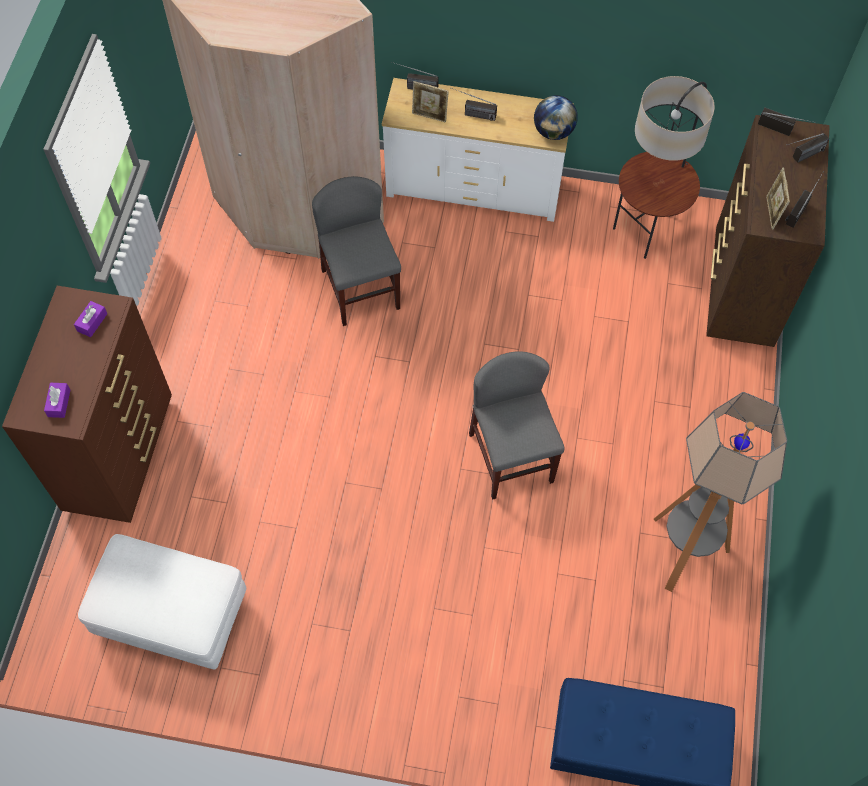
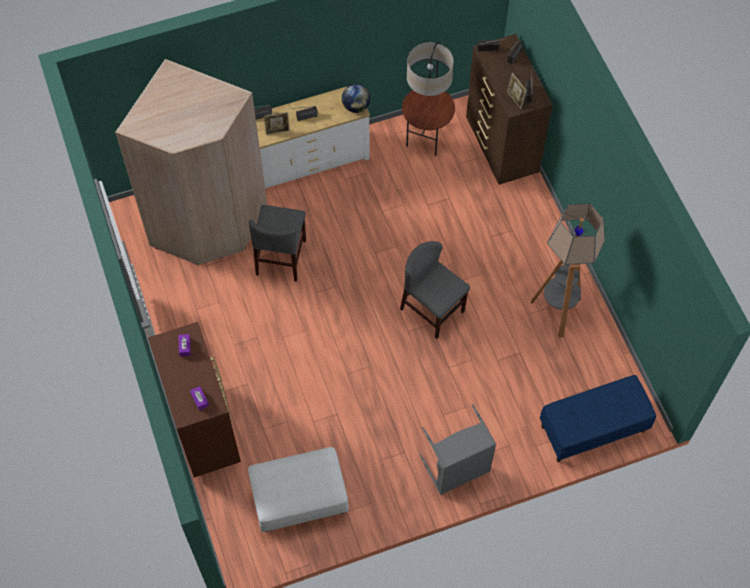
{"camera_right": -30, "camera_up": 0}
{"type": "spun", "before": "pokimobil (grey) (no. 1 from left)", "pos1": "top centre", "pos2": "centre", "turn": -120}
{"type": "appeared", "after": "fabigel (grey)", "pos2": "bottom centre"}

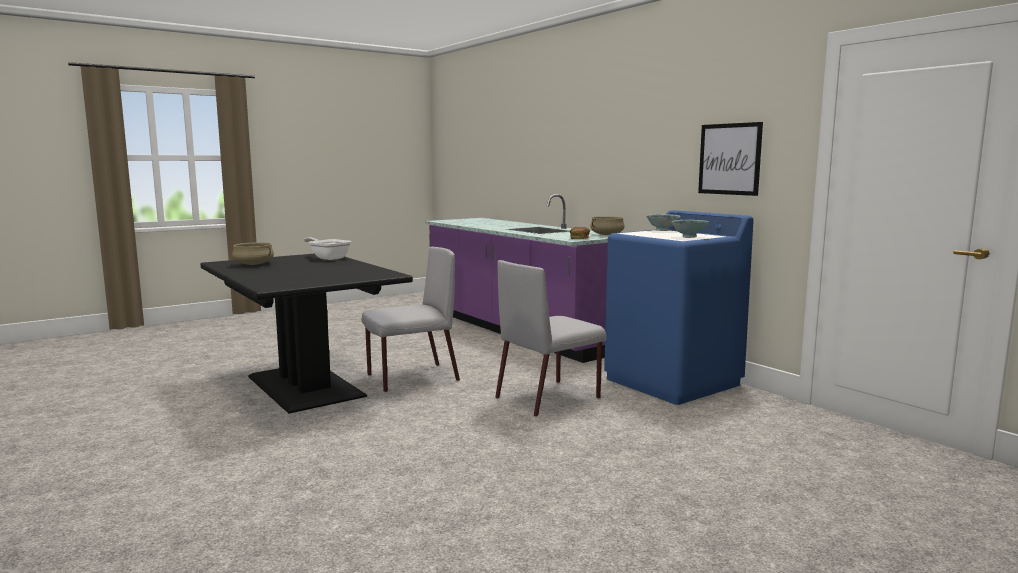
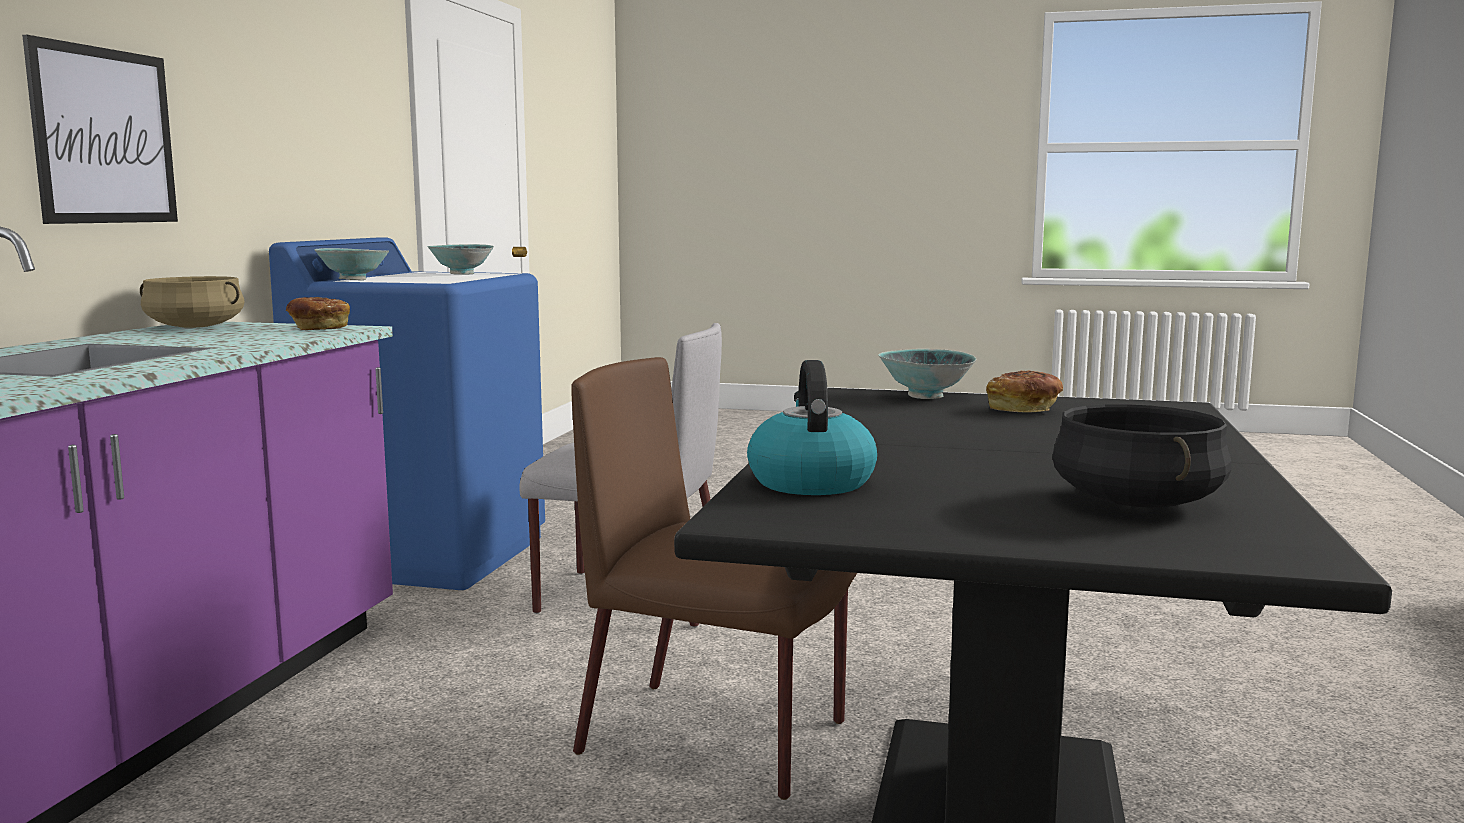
{"camera_right": -130, "camera_up": 0}
{"type": "relocated", "before": "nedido", "pos1": "top right", "pos2": "top left"}
{"type": "colour", "before": "pokimobil (grey) (no. 1 from left)", "after": "pokimobil (brown)", "pos1": "centre", "pos2": "bottom centre"}
{"type": "exchanged", "before": "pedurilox", "after": "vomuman", "pos1": "middle left", "pos2": "centre"}
{"type": "appeared", "after": "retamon (no. 3 from left)", "pos2": "centre"}
{"type": "appeared", "after": "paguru (no. 2 from left)", "pos2": "middle right"}
{"type": "colour", "before": "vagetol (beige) (no. 1 from left)", "after": "vagetol (black)", "pos1": "middle left", "pos2": "middle right"}

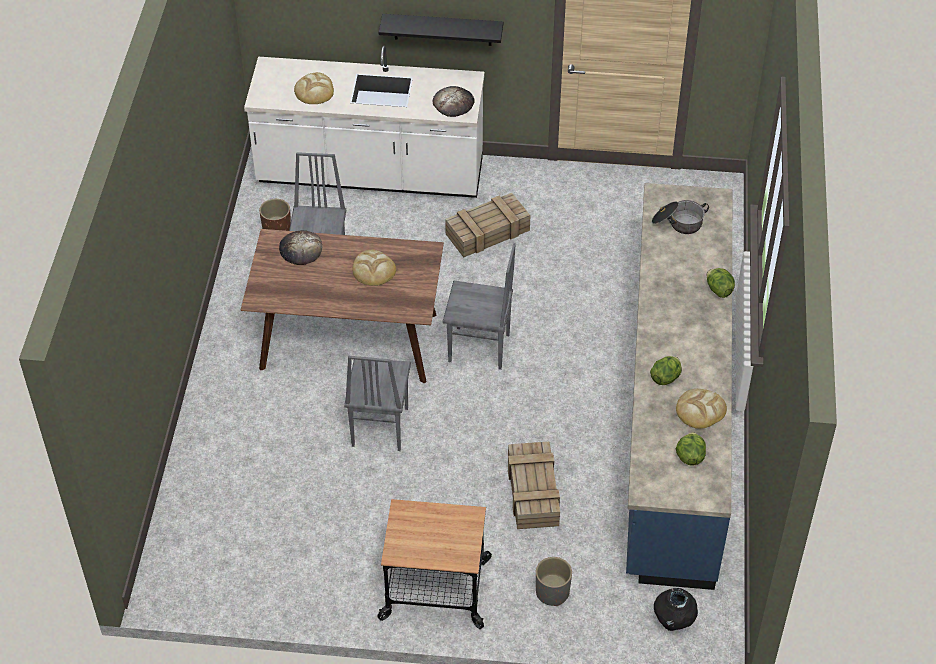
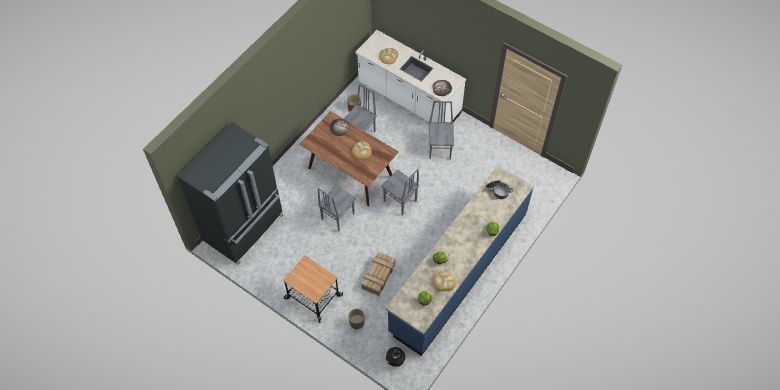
{"camera_right": 30, "camera_up": 10}
{"type": "appeared", "after": "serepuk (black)", "pos2": "middle left"}
{"type": "exchanged", "before": "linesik (no. 1 from left)", "after": "pokimobil (grey) (no. 4 from left)", "pos1": "centre", "pos2": "centre"}
{"type": "missing", "before": "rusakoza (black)", "pos1": "top centre"}

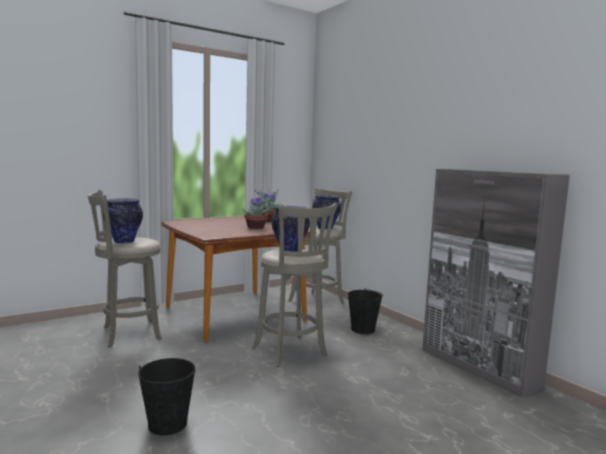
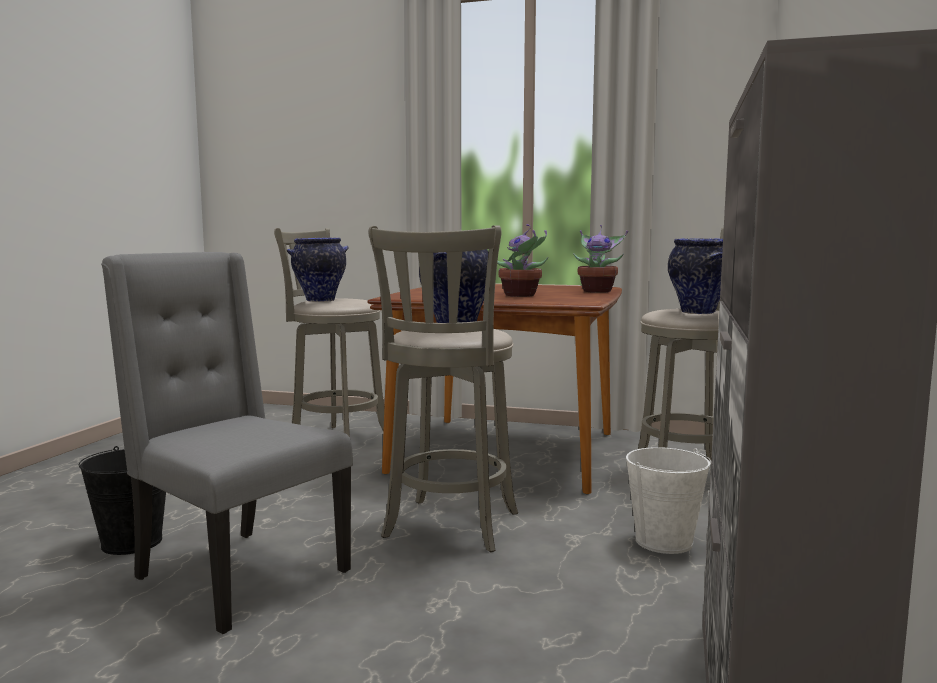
{"camera_right": 50, "camera_up": 0}
{"type": "appeared", "after": "pokimobil (grey)", "pos2": "middle left"}
{"type": "colour", "before": "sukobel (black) (no. 2 from left)", "after": "sukobel (white)", "pos1": "bottom centre", "pos2": "bottom right"}

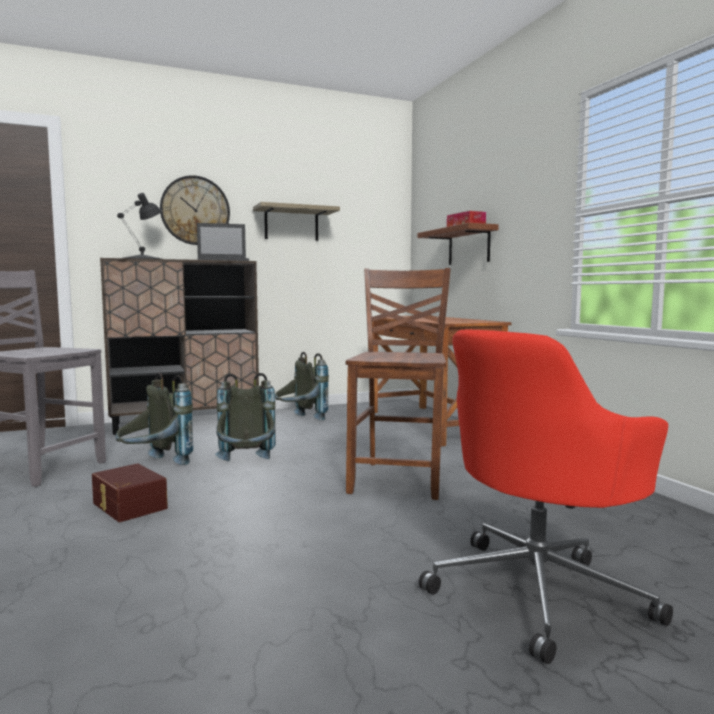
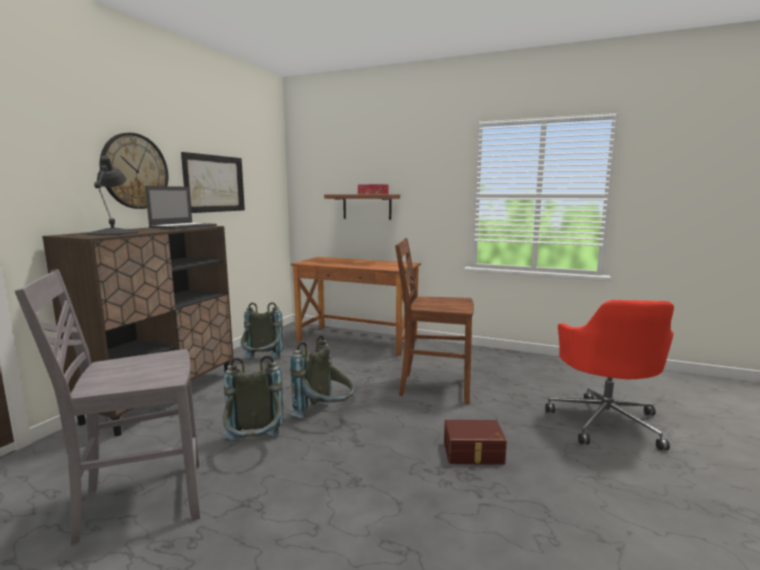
{"camera_right": -45, "camera_up": 5}
{"type": "exchanged", "before": "rusakoza (no. 1 from left)", "after": "nedido", "pos1": "top centre", "pos2": "top left"}
{"type": "spun", "before": "pokimobil (brown)", "pos1": "centre", "pos2": "centre", "turn": -45}
{"type": "relocated", "before": "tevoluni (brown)", "pos1": "bottom left", "pos2": "bottom centre"}

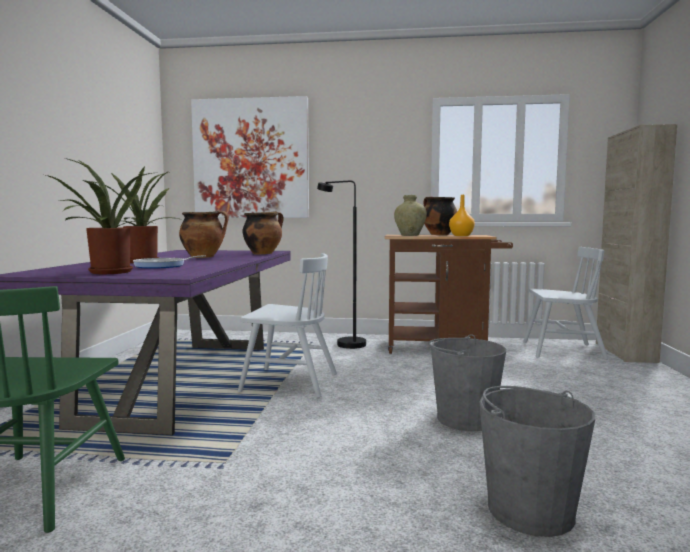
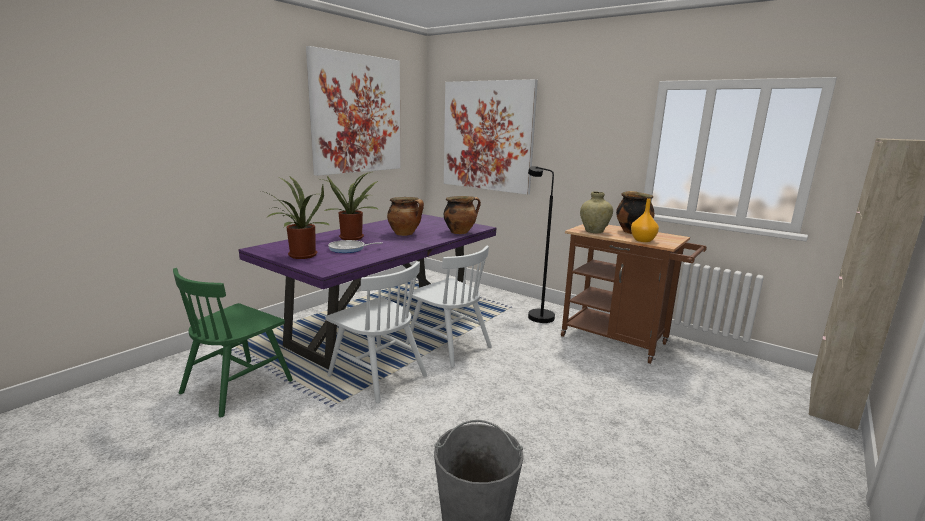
{"camera_right": 30, "camera_up": 10}
{"type": "appeared", "after": "nedido (no. 1 from left)", "pos2": "top centre"}
{"type": "relocated", "before": "pokimobil (white) (no. 2 from left in the first image)", "after": "pokimobil (white) (no. 1 from left)", "pos1": "middle right", "pos2": "centre"}
{"type": "missing", "before": "sukobel (grey) (no. 1 from left)", "pos1": "bottom right"}

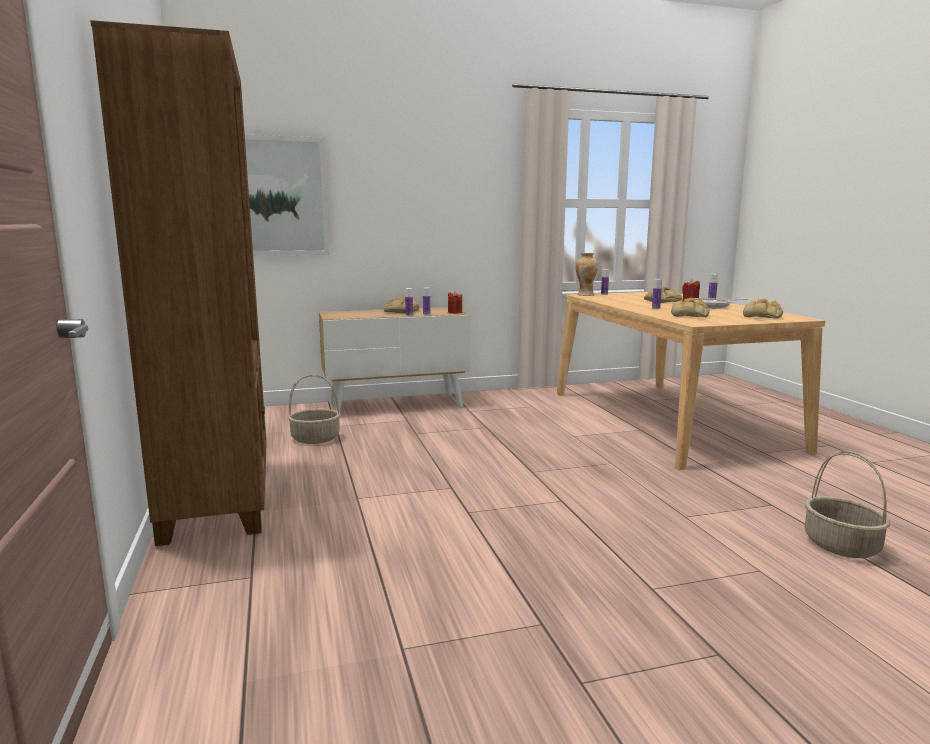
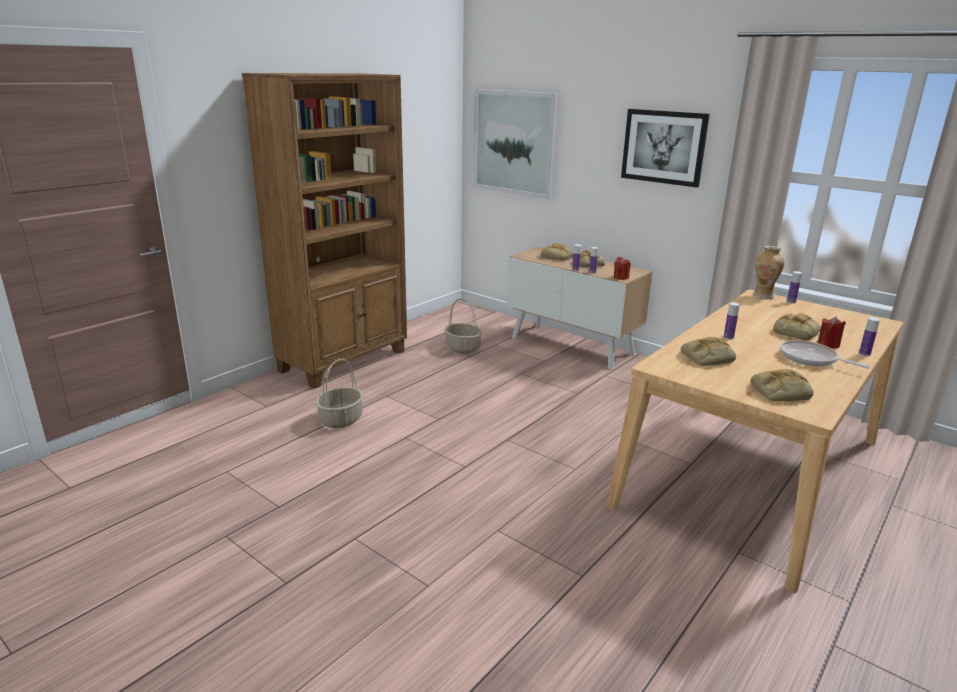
{"camera_right": 55, "camera_up": 10}
{"type": "relocated", "before": "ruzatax (no. 2 from left in the first image)", "after": "ruzatax (no. 1 from left)", "pos1": "bottom right", "pos2": "centre"}
{"type": "appeared", "after": "paguru (no. 1 from left)", "pos2": "centre"}
{"type": "appeared", "after": "nedido (no. 2 from left)", "pos2": "top right"}

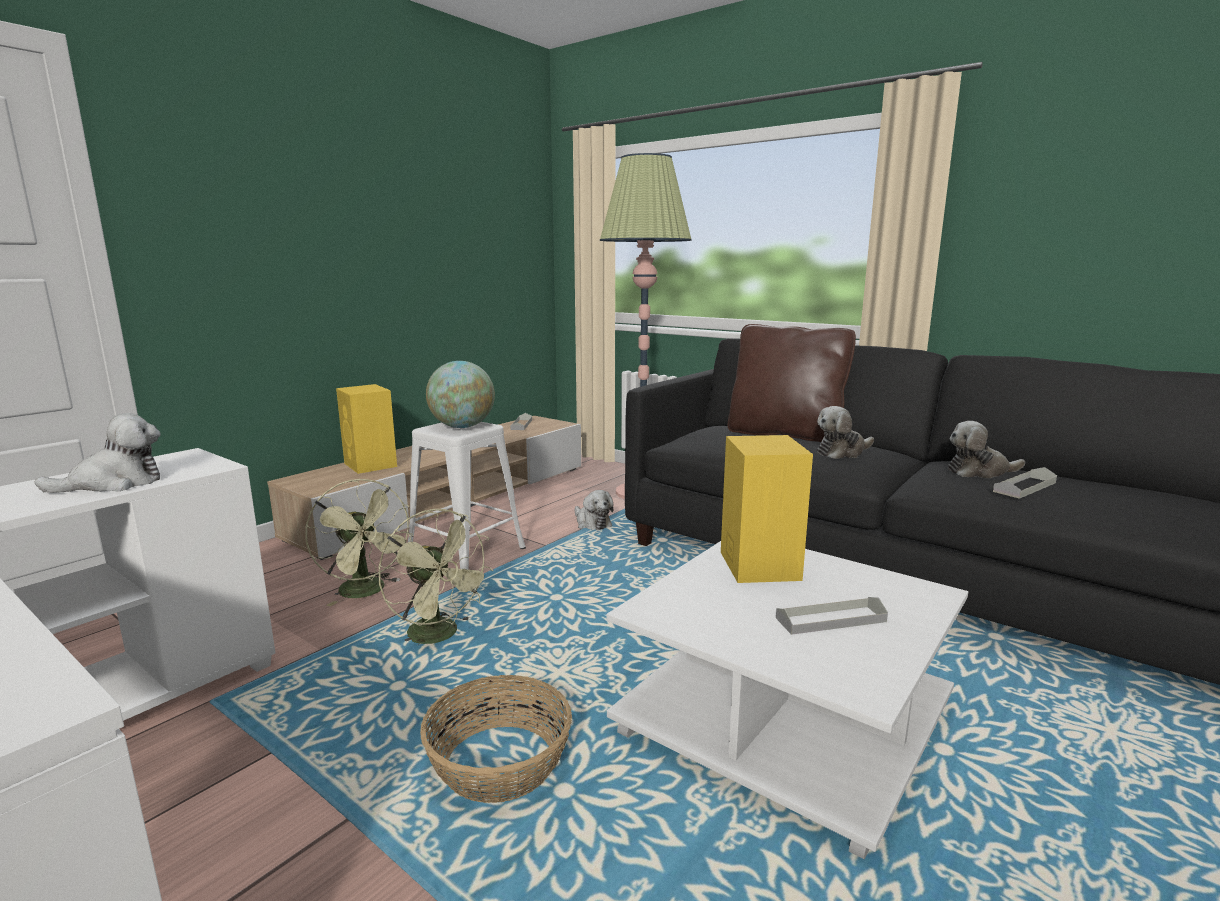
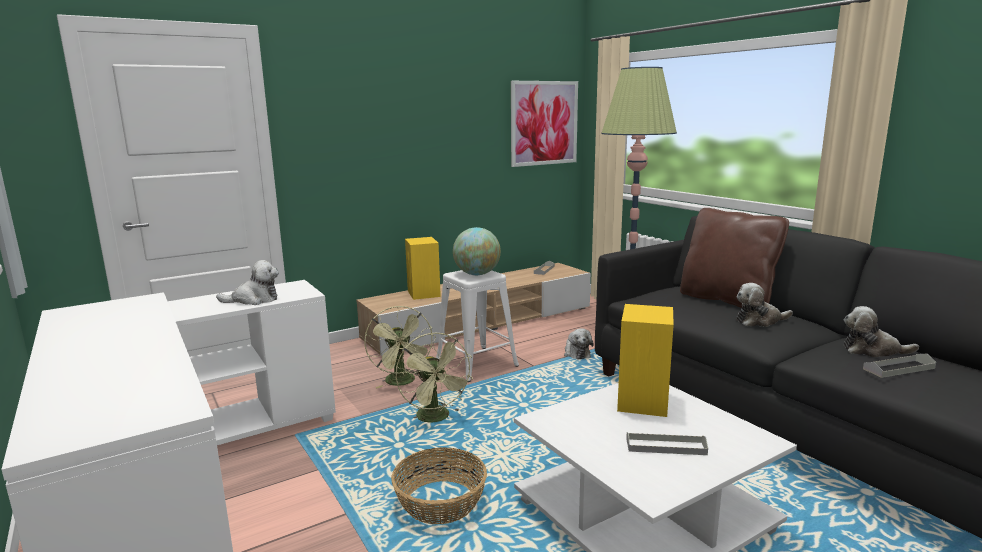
{"camera_right": 20, "camera_up": 0}
{"type": "appeared", "after": "nedido", "pos2": "top centre"}

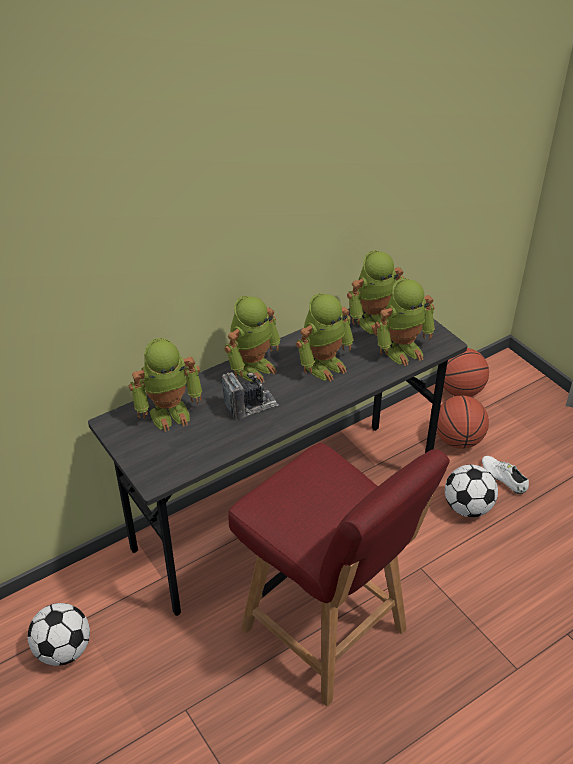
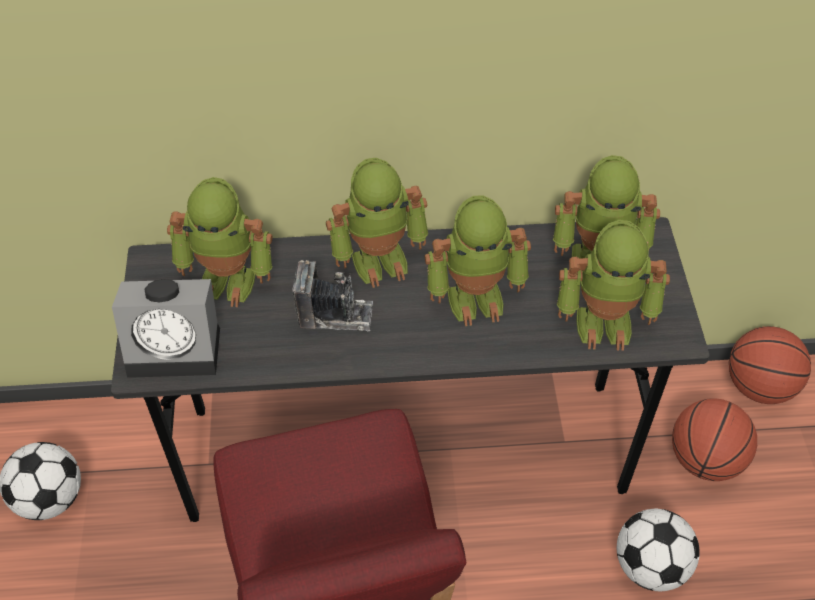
{"camera_right": 30, "camera_up": 10}
{"type": "appeared", "after": "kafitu", "pos2": "middle left"}
{"type": "missing", "before": "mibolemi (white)", "pos1": "middle right"}

